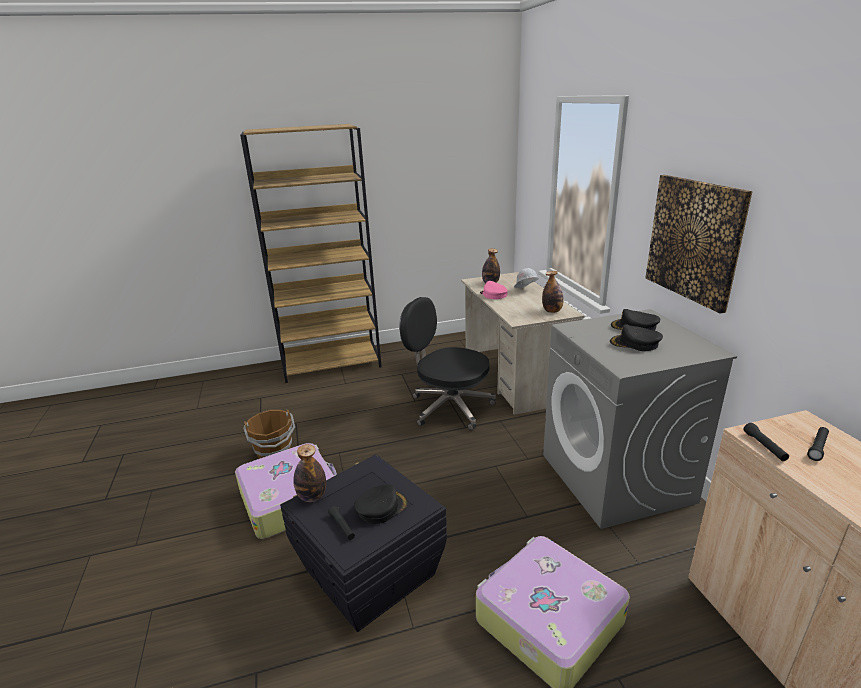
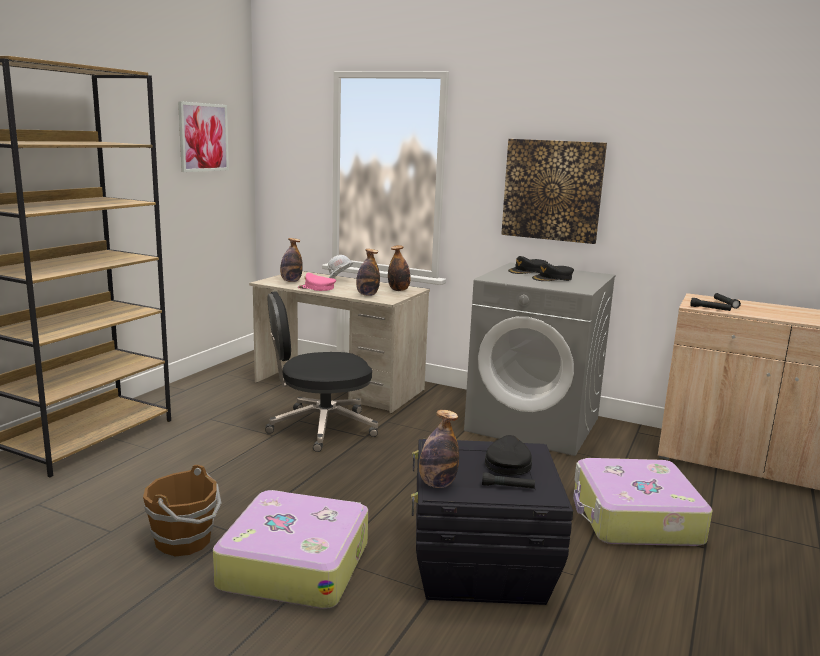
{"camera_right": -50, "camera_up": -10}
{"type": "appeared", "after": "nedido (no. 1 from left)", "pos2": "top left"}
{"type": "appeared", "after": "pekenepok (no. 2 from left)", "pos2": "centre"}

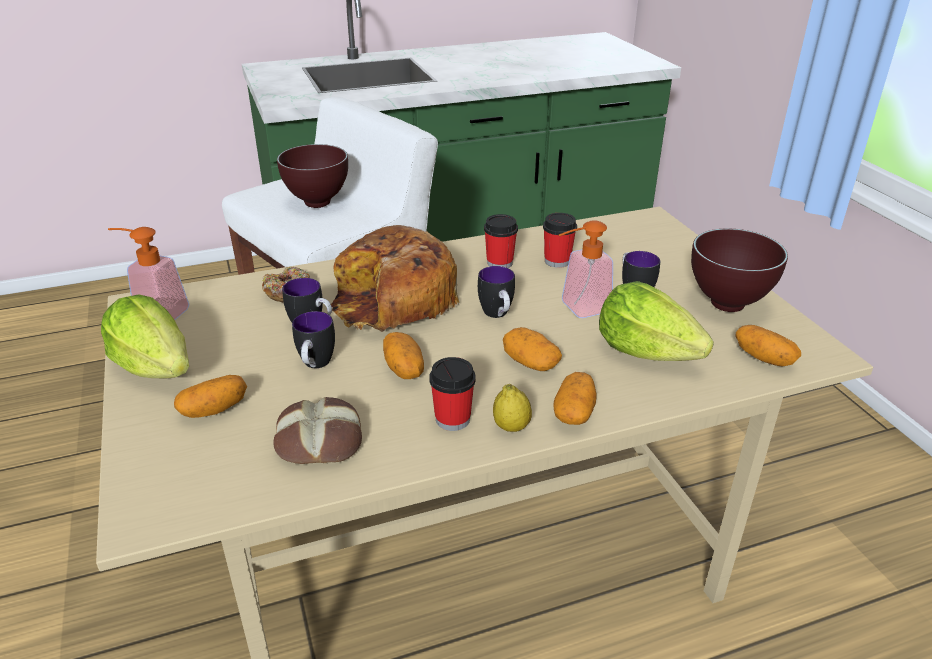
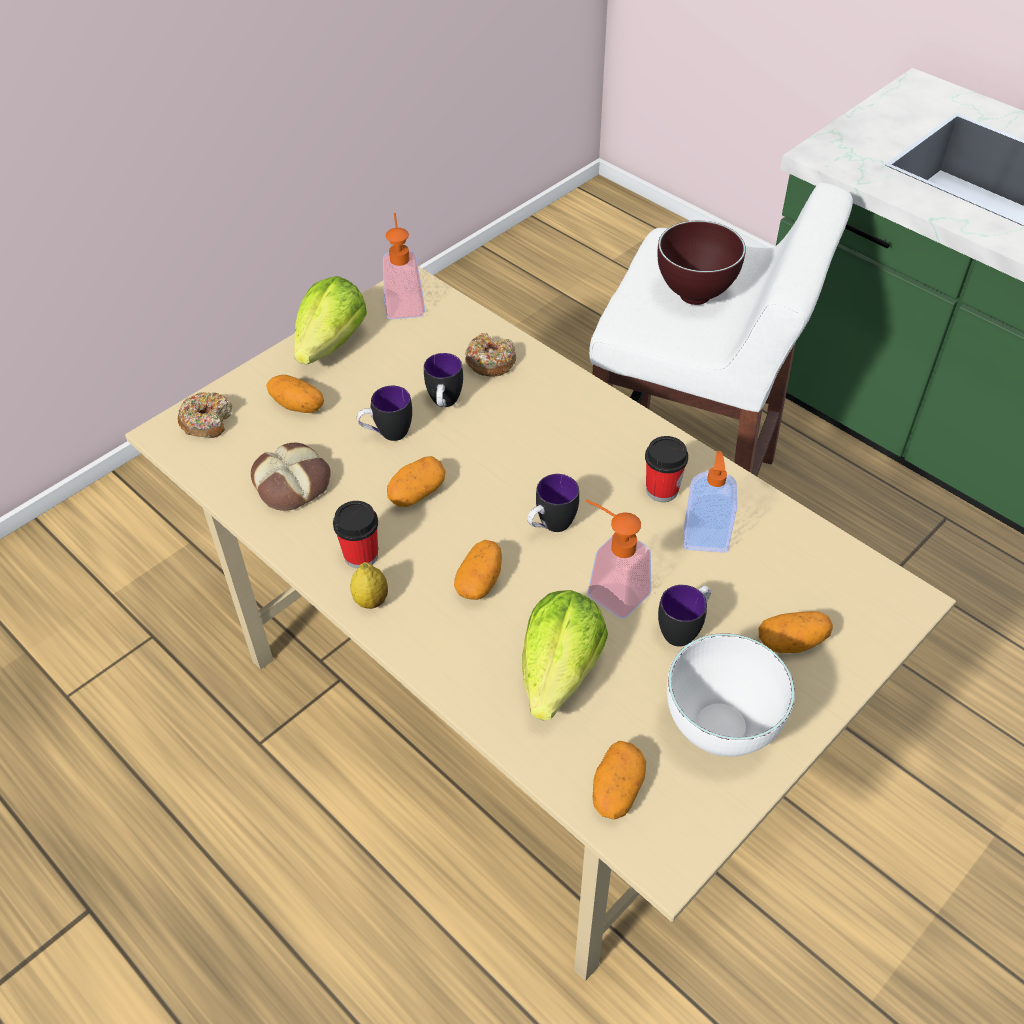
{"camera_right": 65, "camera_up": 15}
{"type": "appeared", "after": "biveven (no. 1 from left)", "pos2": "middle left"}
{"type": "colour", "before": "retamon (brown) (no. 2 from left)", "after": "retamon (white)", "pos1": "middle right", "pos2": "bottom right"}
{"type": "exchanged", "before": "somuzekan (no. 3 from left)", "after": "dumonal (no. 3 from left)", "pos1": "centre", "pos2": "middle right"}
{"type": "relocated", "before": "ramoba (no. 4 from left in the first image)", "after": "ramoba (no. 5 from left)", "pos1": "centre", "pos2": "middle right"}
{"type": "missing", "before": "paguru (no. 2 from left)", "pos1": "centre"}

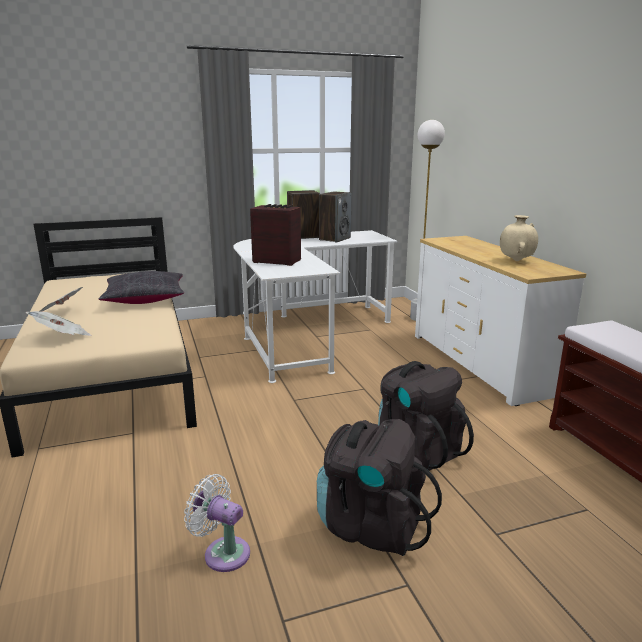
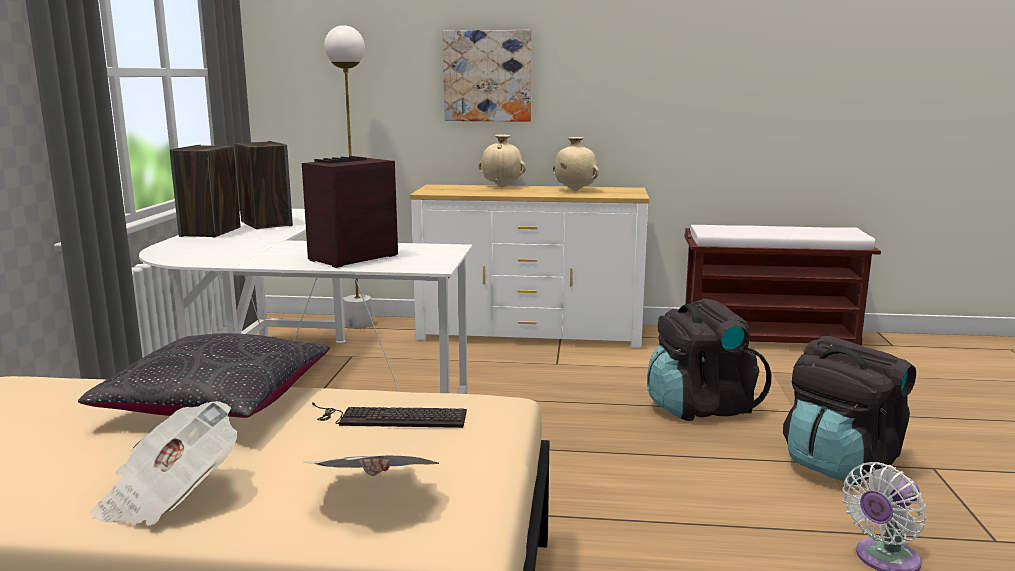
{"camera_right": -65, "camera_up": -5}
{"type": "appeared", "after": "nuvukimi", "pos2": "bottom centre"}
{"type": "appeared", "after": "nedido", "pos2": "top centre"}
{"type": "appeared", "after": "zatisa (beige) (no. 1 from left)", "pos2": "top centre"}

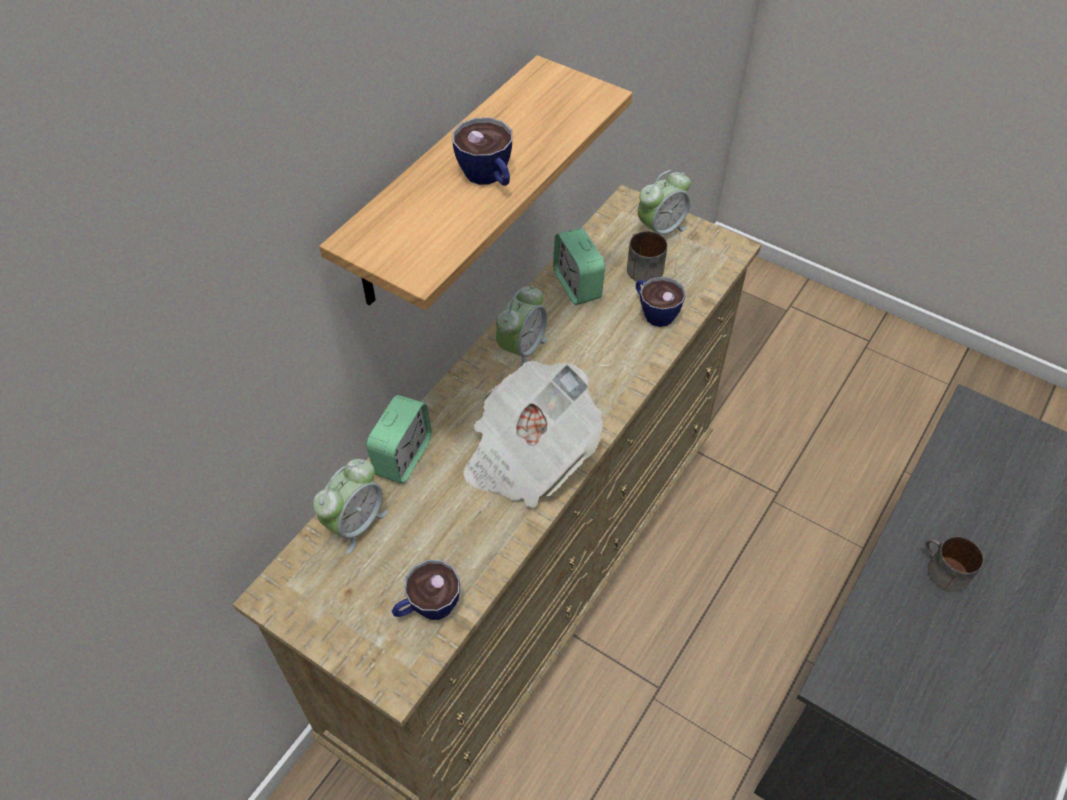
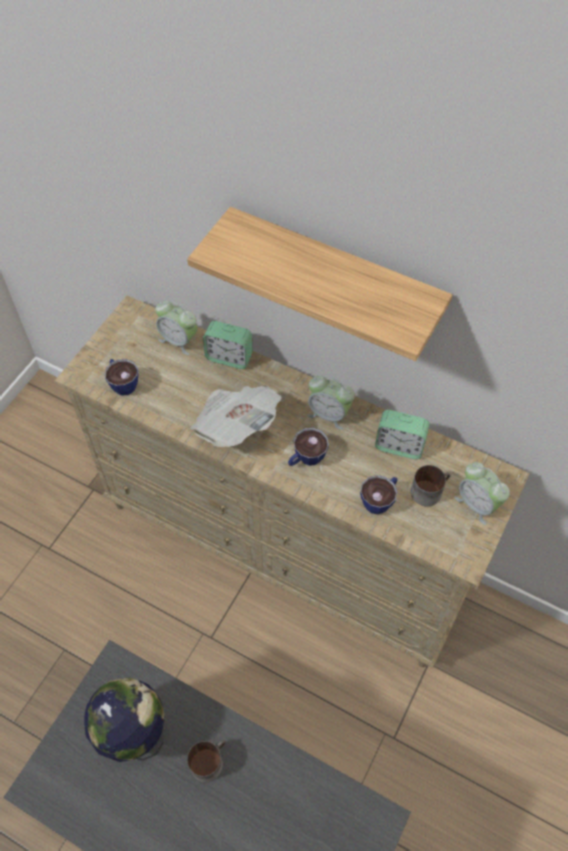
{"camera_right": 85, "camera_up": 5}
{"type": "appeared", "after": "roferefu", "pos2": "bottom left"}
{"type": "relocated", "before": "somuzekan (no. 2 from left)", "pos1": "top centre", "pos2": "centre"}
{"type": "spun", "before": "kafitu (no. 4 from left)", "pos1": "top centre", "pos2": "middle right", "turn": -135}

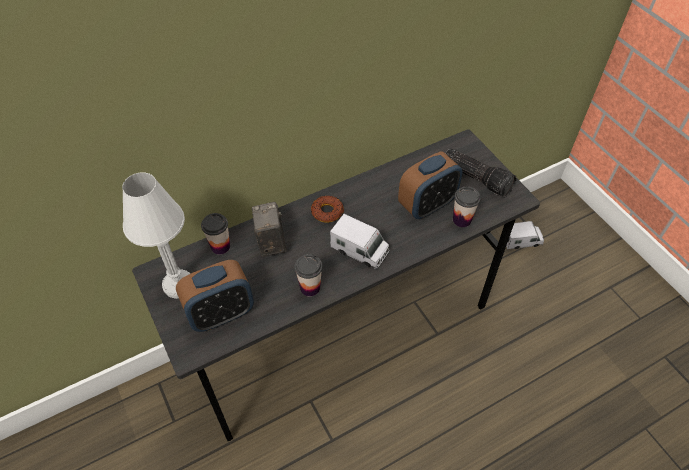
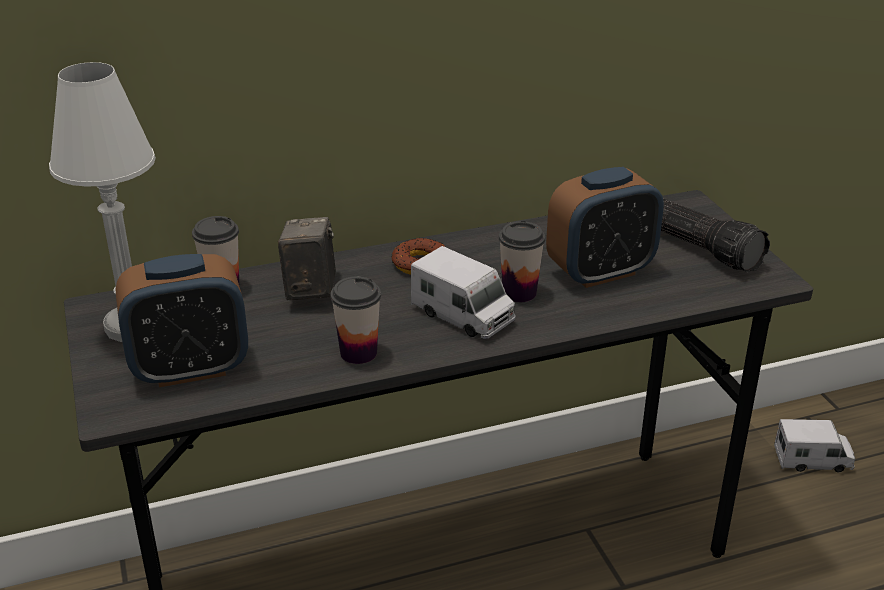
{"camera_right": 10, "camera_up": -20}
{"type": "relocated", "before": "somuzekan (no. 3 from left)", "pos1": "middle right", "pos2": "centre"}

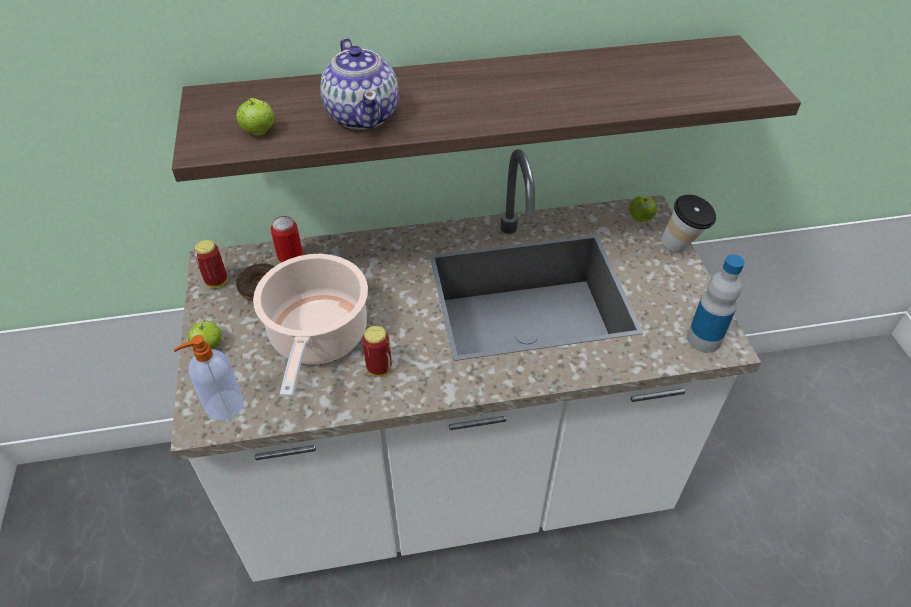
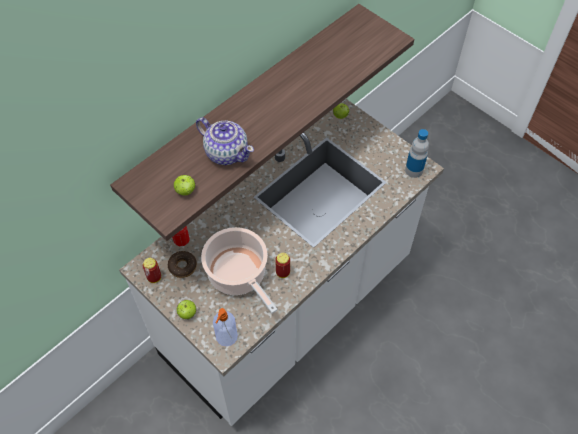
{"camera_right": -35, "camera_up": 10}
{"type": "missing", "before": "somuzekan", "pos1": "middle right"}

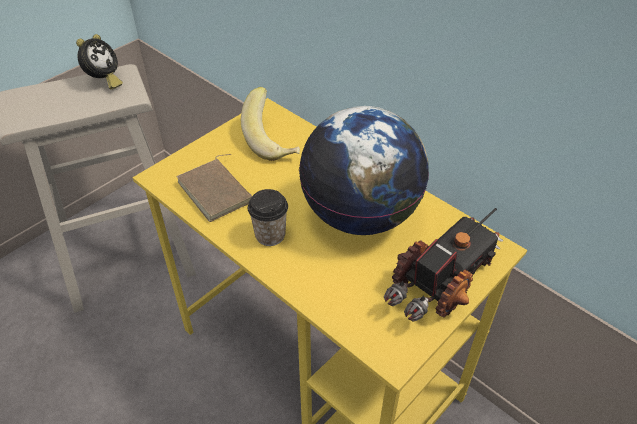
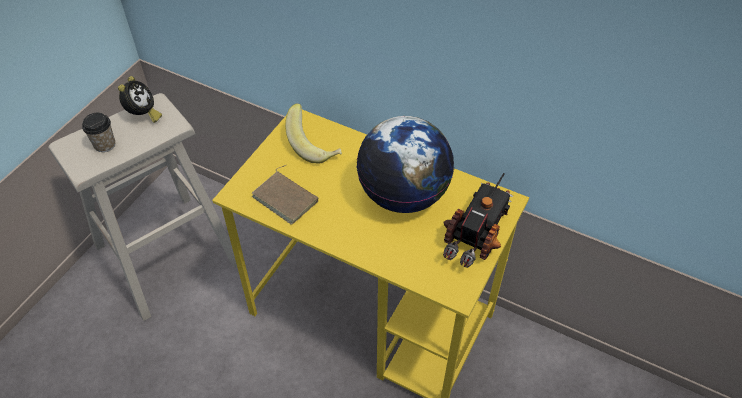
{"camera_right": -15, "camera_up": 5}
{"type": "relocated", "before": "somuzekan", "pos1": "centre", "pos2": "top left"}

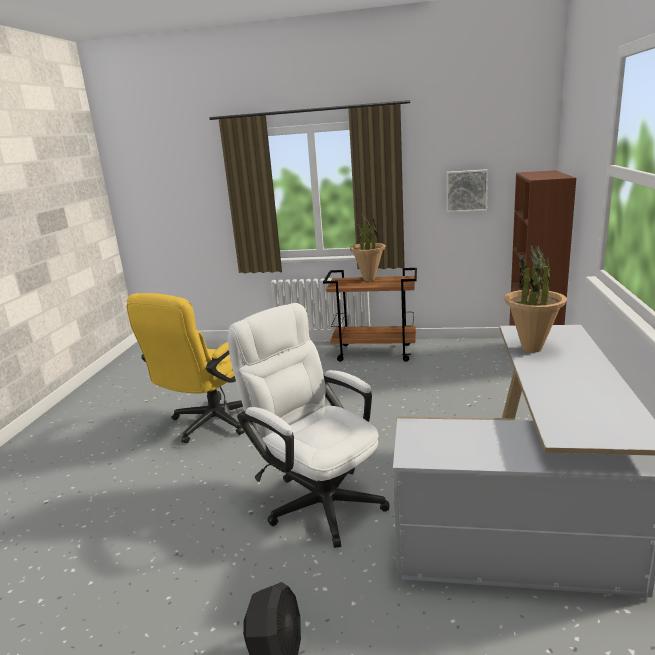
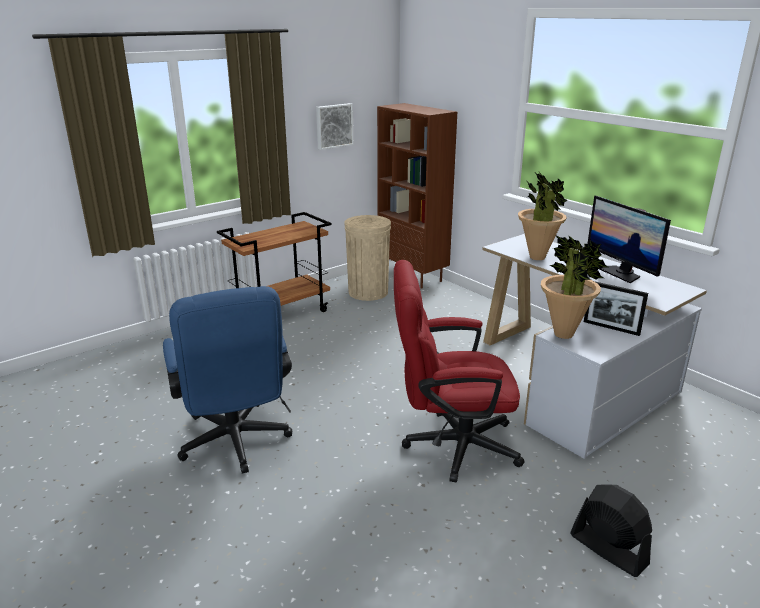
{"camera_right": -50, "camera_up": 5}
{"type": "colour", "before": "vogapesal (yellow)", "after": "vogapesal (blue)", "pos1": "middle left", "pos2": "middle left"}
{"type": "appeared", "after": "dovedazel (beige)", "pos2": "centre"}
{"type": "colour", "before": "vogapesal (white)", "after": "vogapesal (red)", "pos1": "centre", "pos2": "centre"}
{"type": "relocated", "before": "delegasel (no. 1 from left in the first image)", "after": "delegasel (no. 2 from left)", "pos1": "centre", "pos2": "middle right"}
{"type": "appeared", "after": "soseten", "pos2": "middle right"}
{"type": "appeared", "after": "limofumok", "pos2": "middle right"}

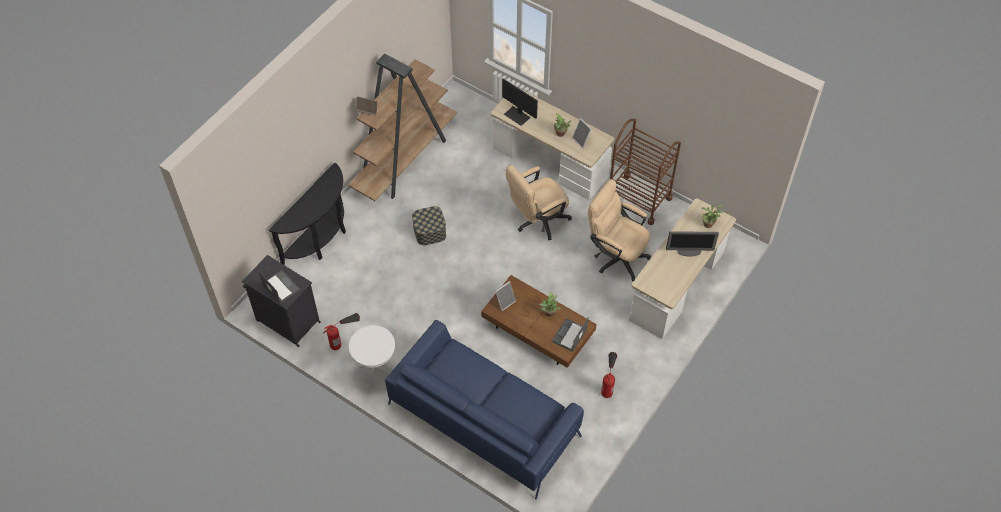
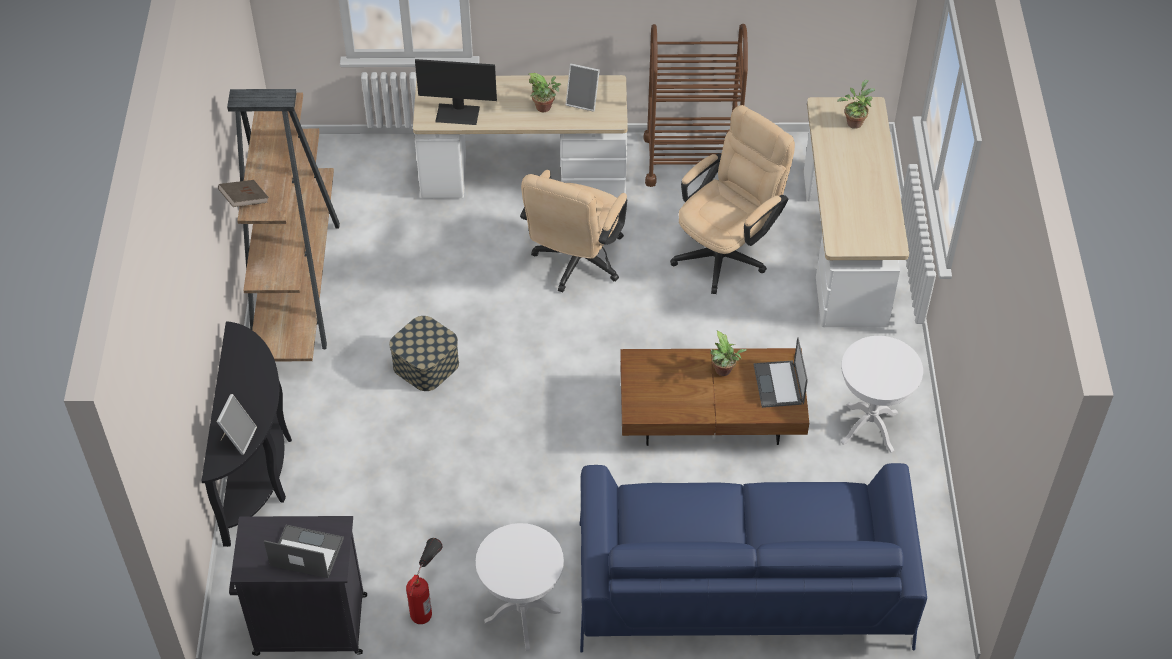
{"camera_right": -35, "camera_up": -5}
{"type": "relocated", "before": "soseten (no. 1 from left)", "pos1": "centre", "pos2": "middle left"}
{"type": "spun", "before": "vogapesal (beige) (no. 2 from left)", "pos1": "centre", "pos2": "top centre", "turn": 135}
{"type": "exchanged", "before": "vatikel (no. 2 from left)", "after": "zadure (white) (no. 2 from left)", "pos1": "bottom centre", "pos2": "middle right"}
{"type": "missing", "before": "limofumok (no. 2 from left)", "pos1": "middle right"}

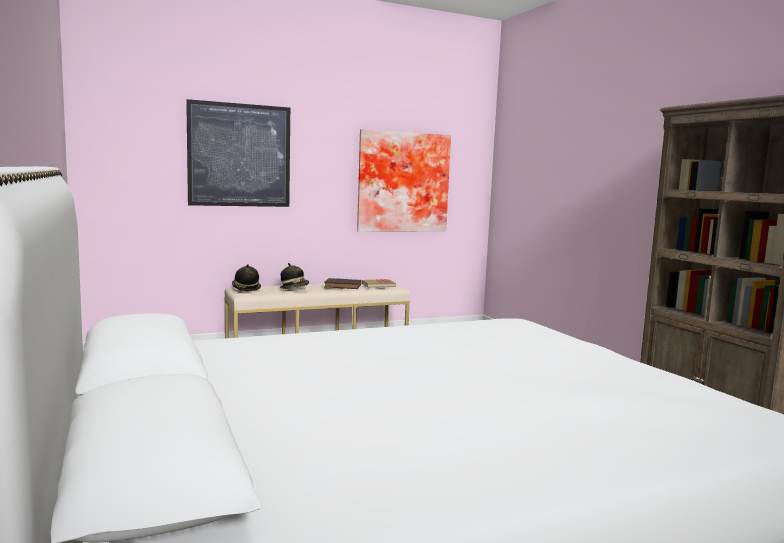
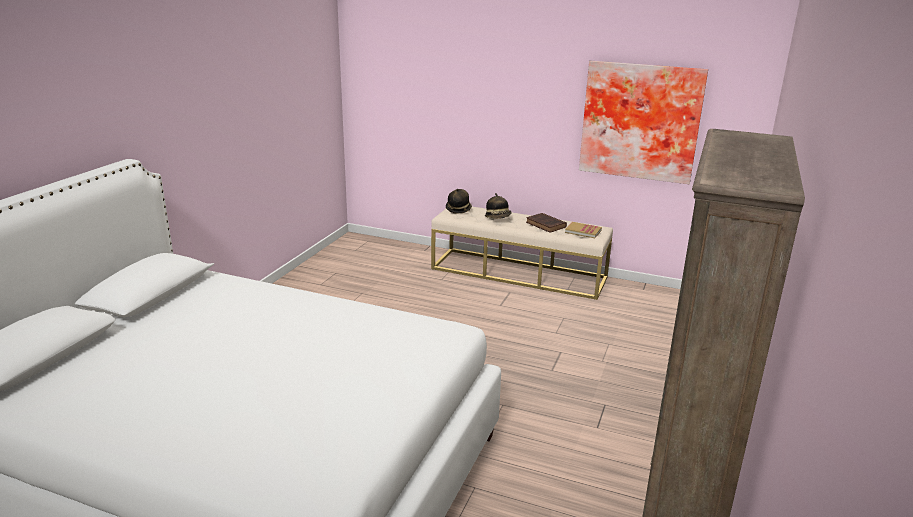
{"camera_right": 45, "camera_up": 15}
{"type": "missing", "before": "nedido (no. 1 from left)", "pos1": "top left"}

